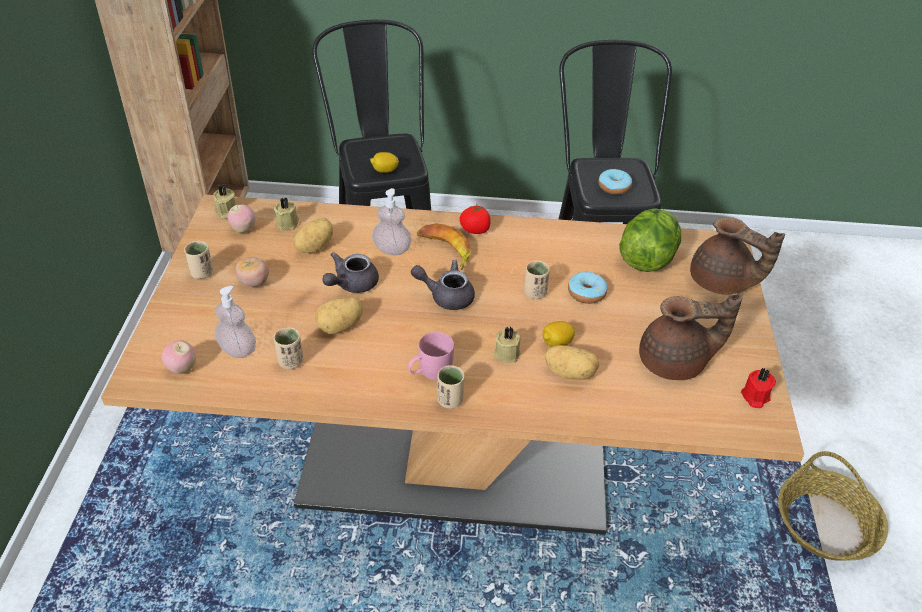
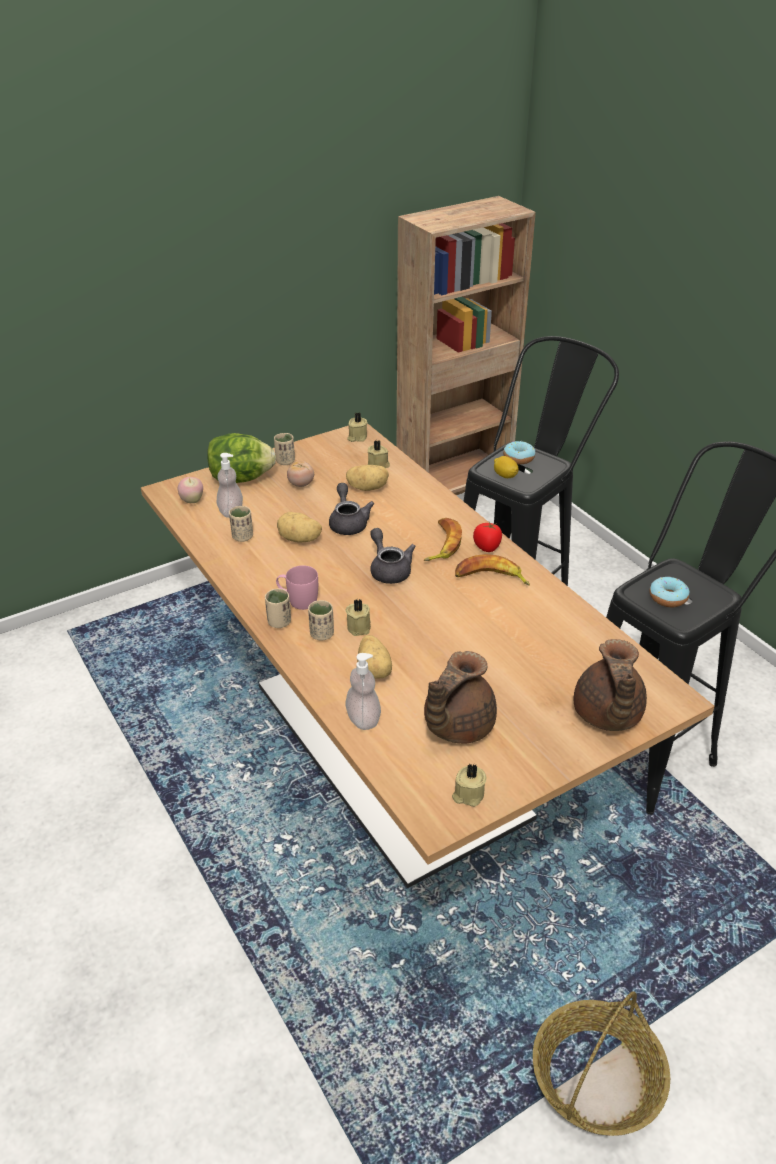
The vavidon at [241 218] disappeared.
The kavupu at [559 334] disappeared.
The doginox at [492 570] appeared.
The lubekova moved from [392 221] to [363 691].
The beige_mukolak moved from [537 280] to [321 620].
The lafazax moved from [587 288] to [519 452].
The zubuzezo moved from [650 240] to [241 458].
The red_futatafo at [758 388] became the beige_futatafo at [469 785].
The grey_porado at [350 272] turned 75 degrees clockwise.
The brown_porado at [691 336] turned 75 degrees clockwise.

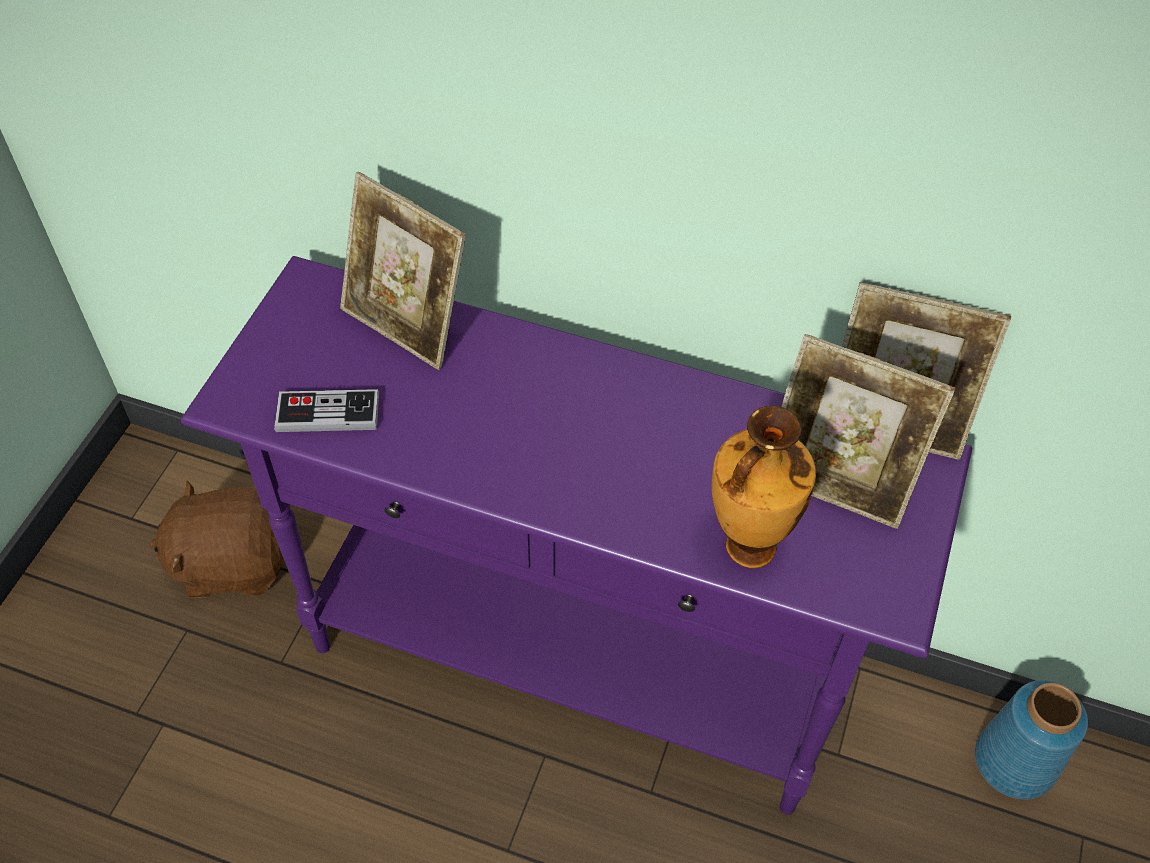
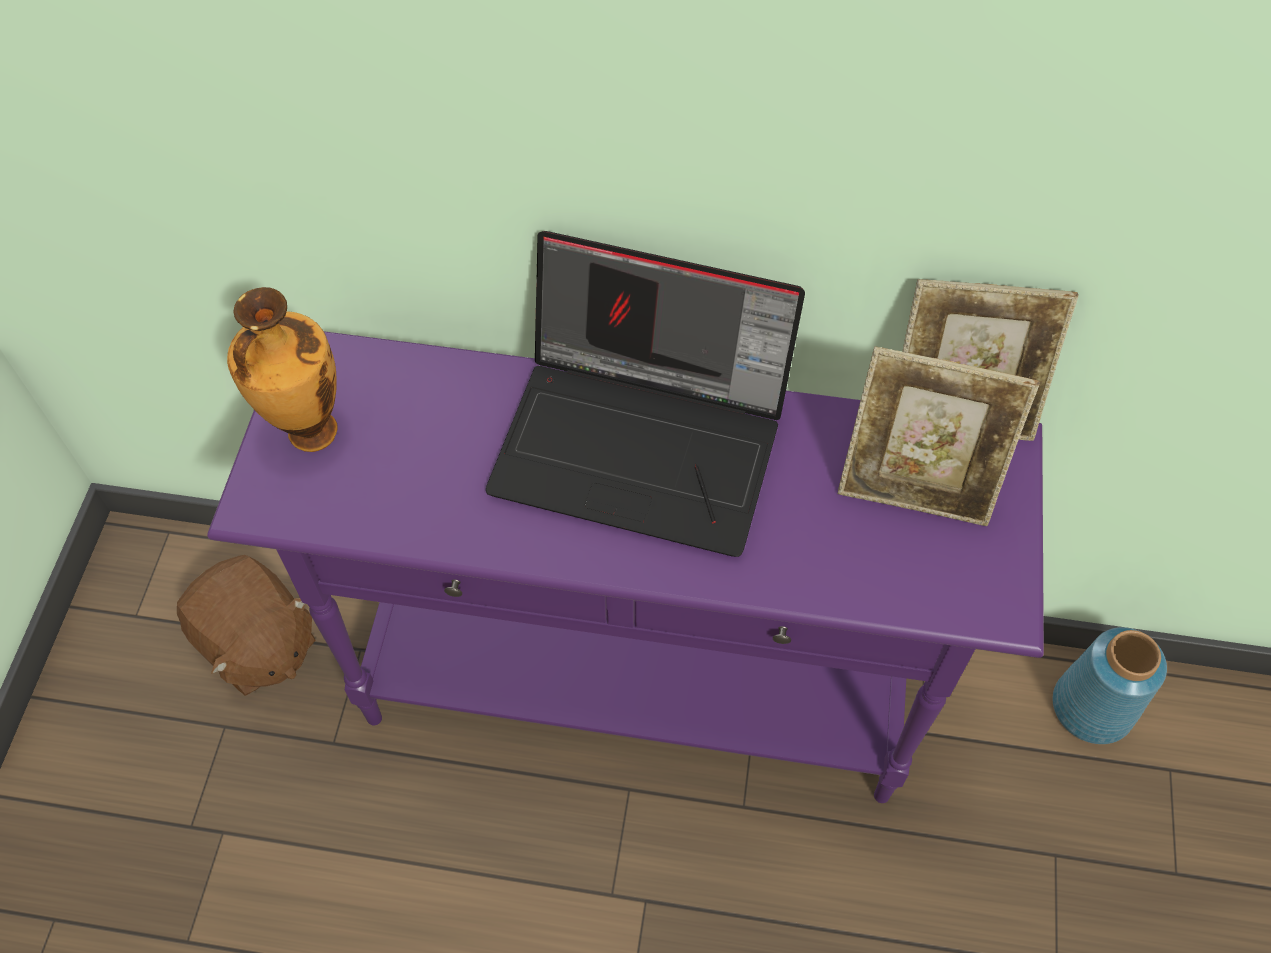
The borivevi at [326 410] disappeared.
The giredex at [403 271] disappeared.
The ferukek at [645 394] appeared.
The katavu moved from [764 487] to [282 369].
The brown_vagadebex at [217 539] turned 120 degrees counterclockwise.

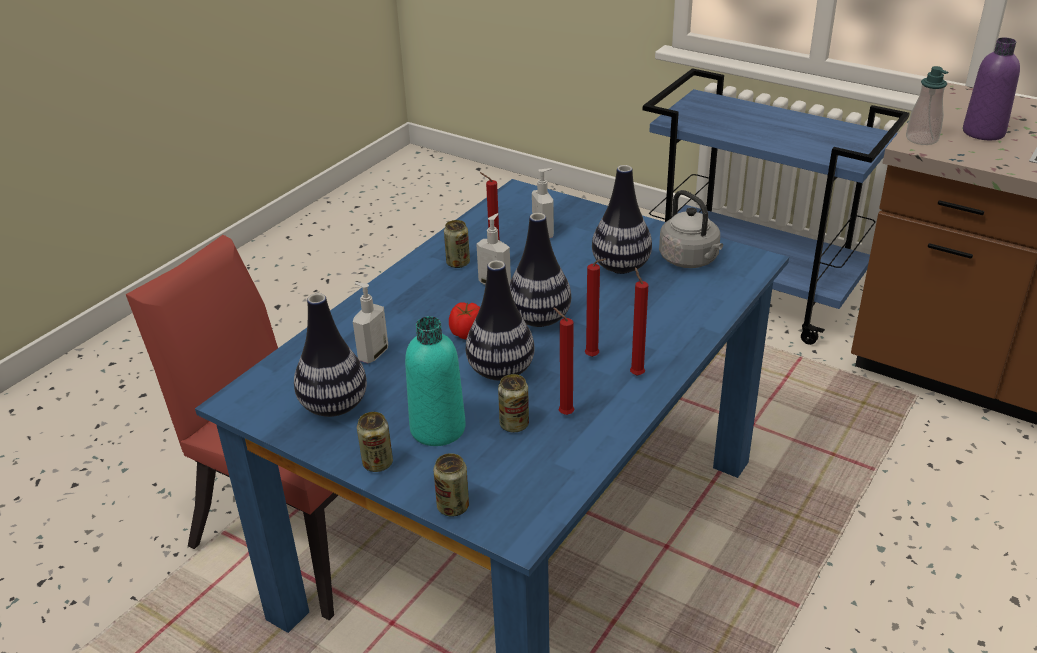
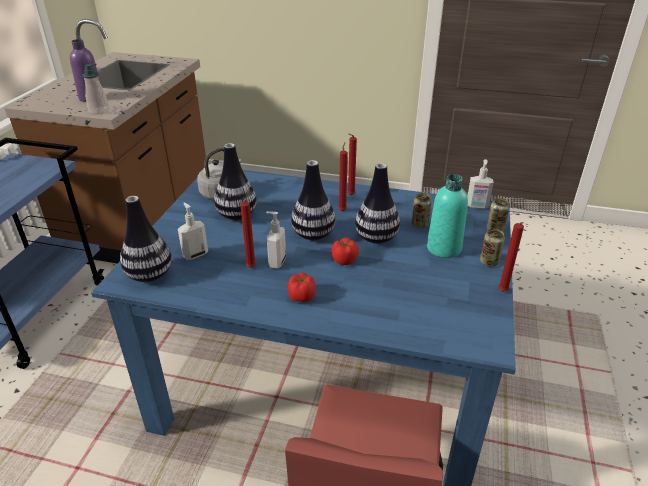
The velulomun at [457 244] disappeared.
The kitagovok at [302 287] appeared.
The katavu moved from [330 355] to [146 239].
The lubekova moved from [370 322] to [480 184].
The red_futatafo moved from [563 361] to [511 257].

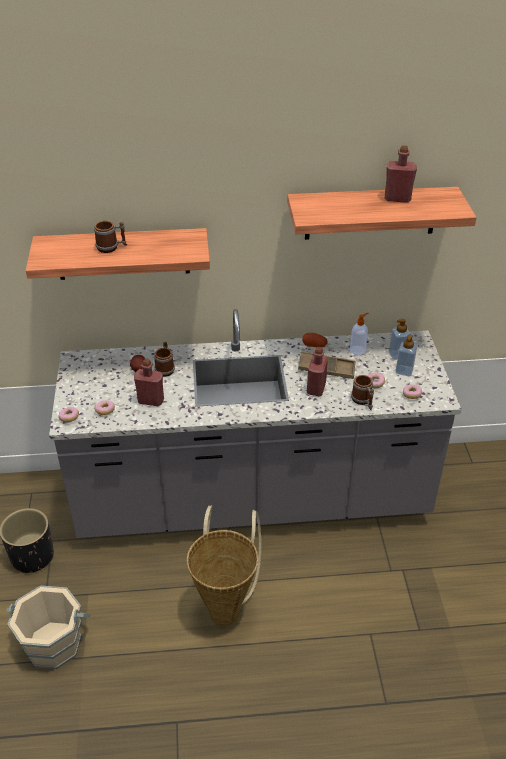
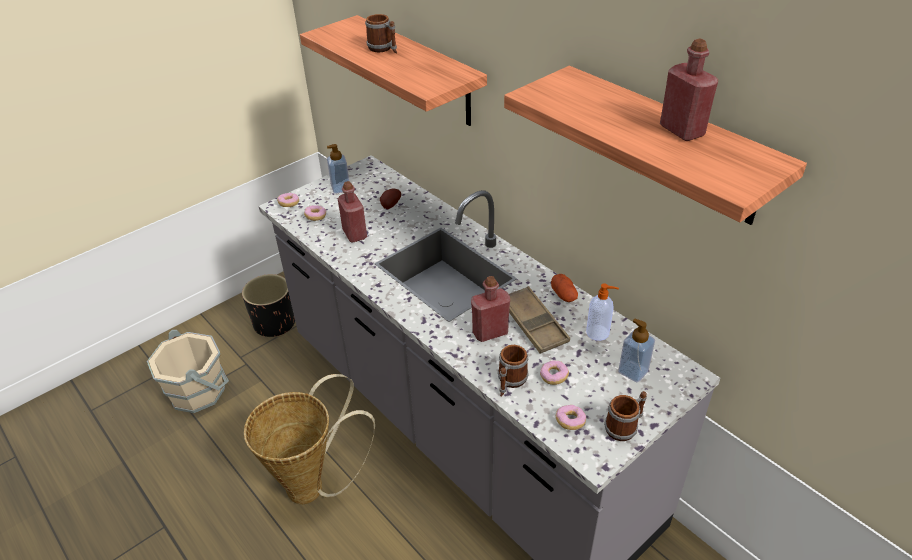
The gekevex moved from [164 359] to [625 416].
The lubekova moved from [406 355] to [338 169].

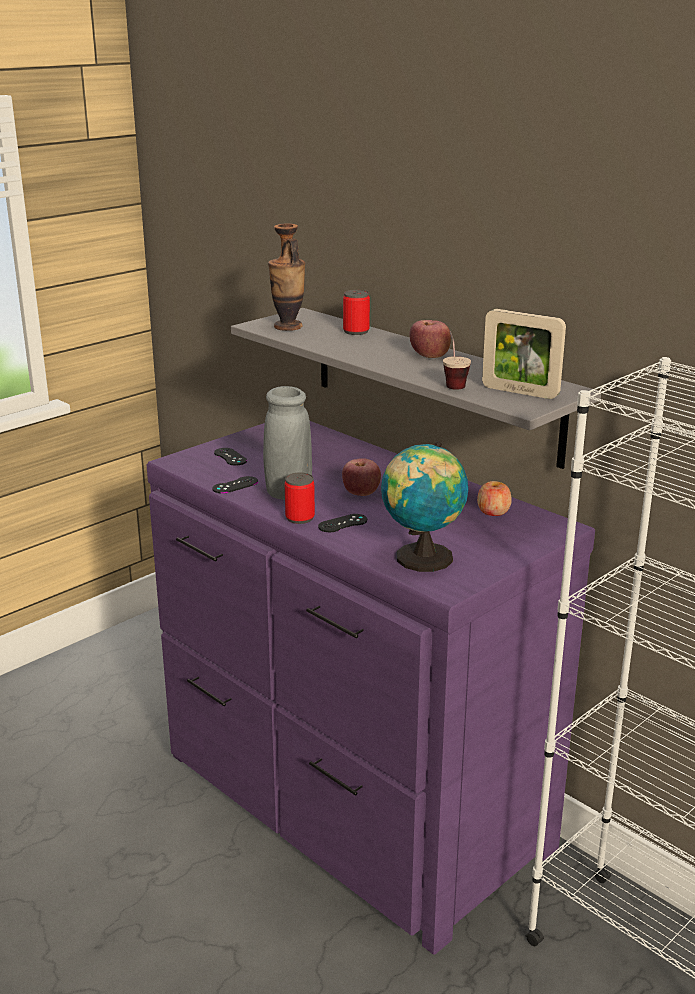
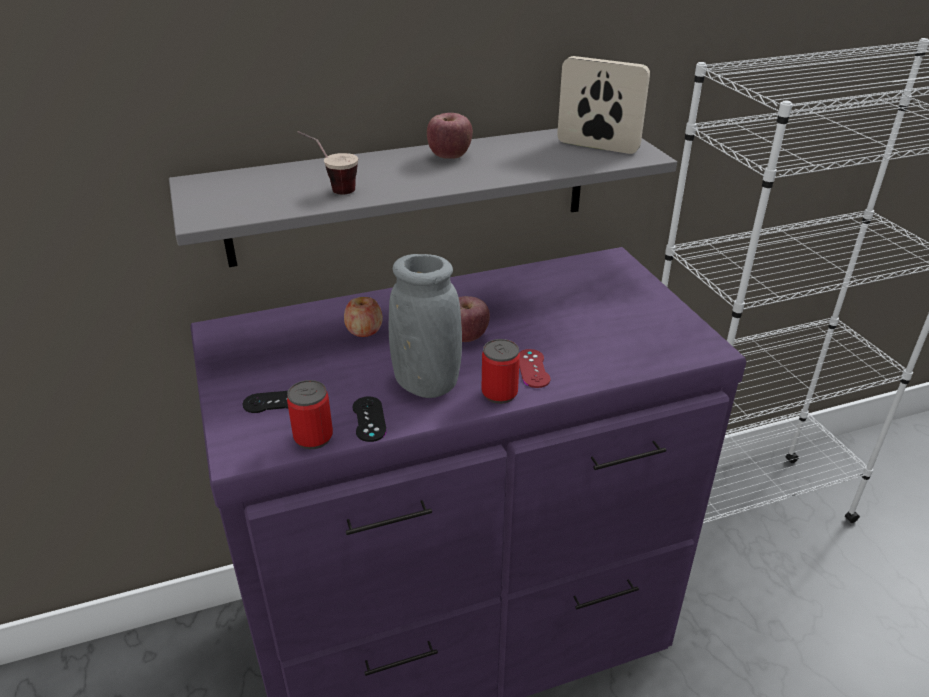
The katavu at [286 277] disappeared.
The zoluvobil at [424 506] disappeared.
The velulomun moved from [356 312] to [310 414].
The mukolak moved from [457 360] to [327 162].
The vavidon moved from [494 498] to [363 317].
The black_borivevi at [342 523] became the red_borivevi at [534 368].
The giredex at [524 354] turned 120 degrees counterclockwise.

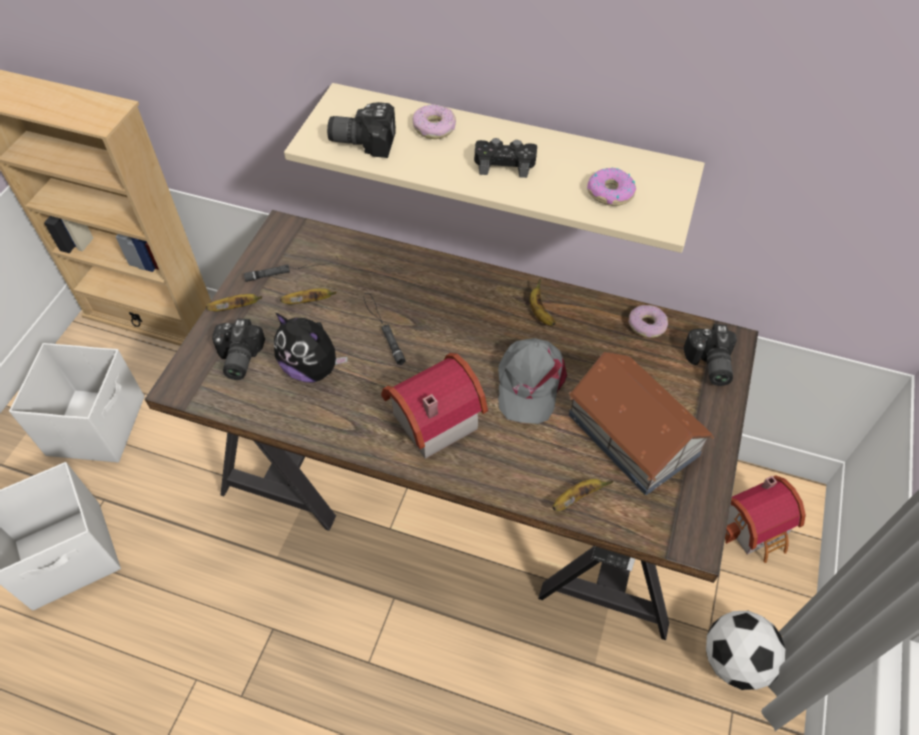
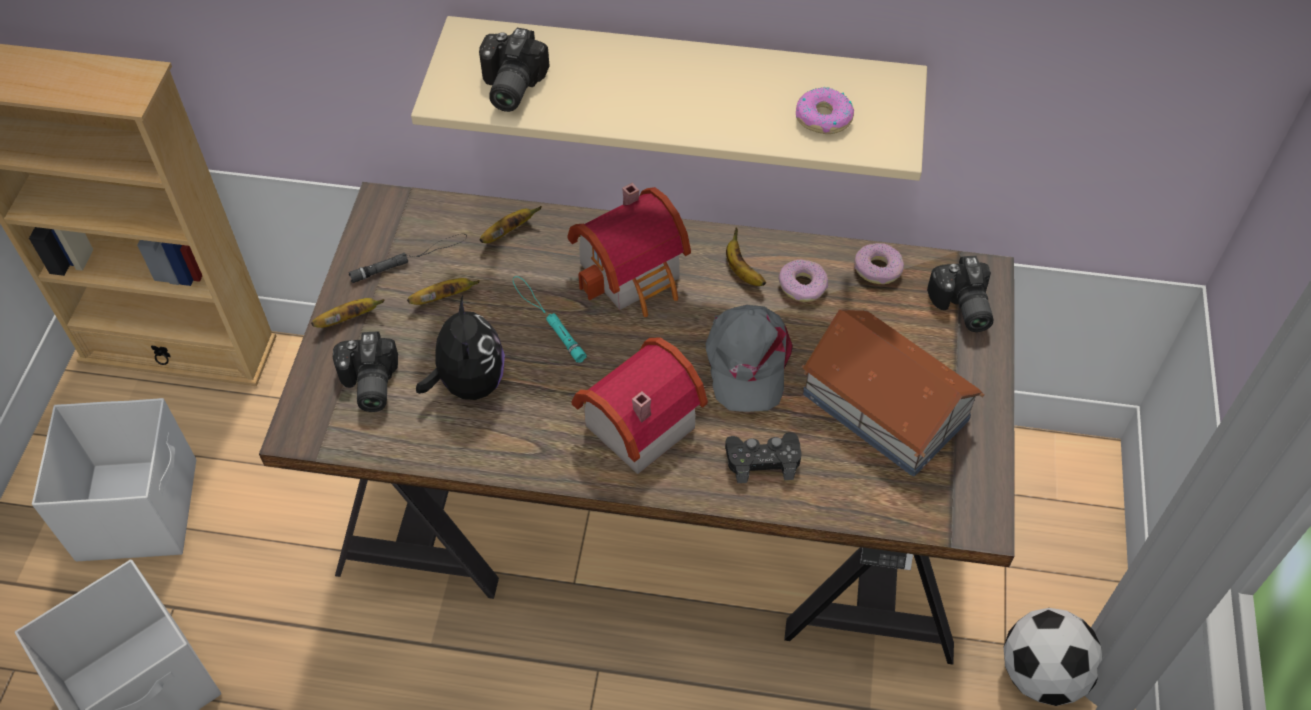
The lafazax moved from [434 121] to [803 281].
The black_borivevi moved from [505 158] to [763 457].
The doginox moved from [583 495] to [511 224].
The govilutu moved from [765 519] to [629 250].
The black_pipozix at [385 329] became the turquoise_pipozix at [550 319].
The vagadebex at [311 347] turned 120 degrees counterclockwise.
The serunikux at [361 130] turned 75 degrees counterclockwise.

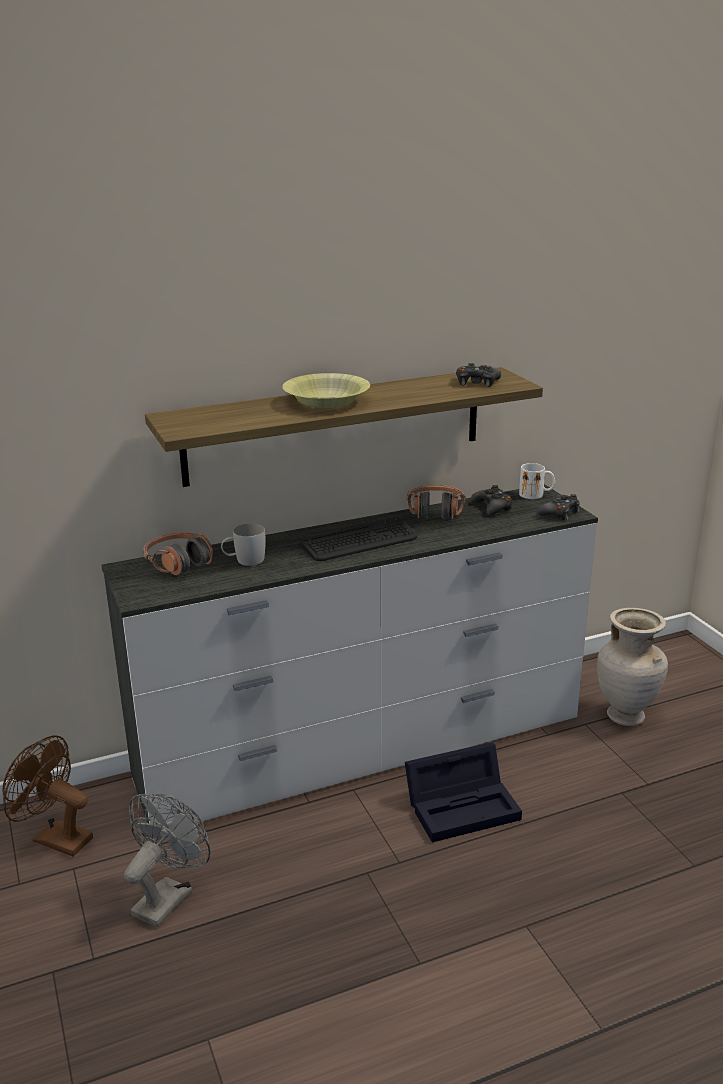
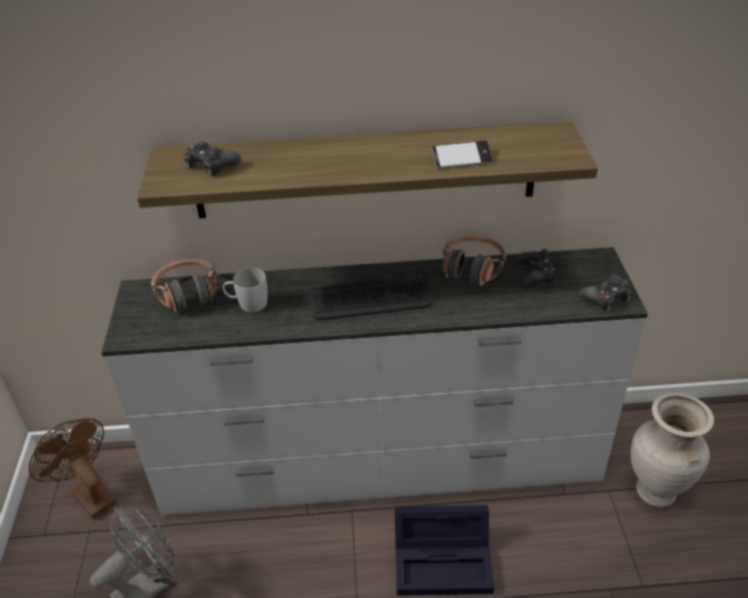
The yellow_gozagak at [326 390] disappeared.
The white_gekevex at [537 481] disappeared.
The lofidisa at [462 155] appeared.
The black_borivevi moved from [478 375] to [212 158].

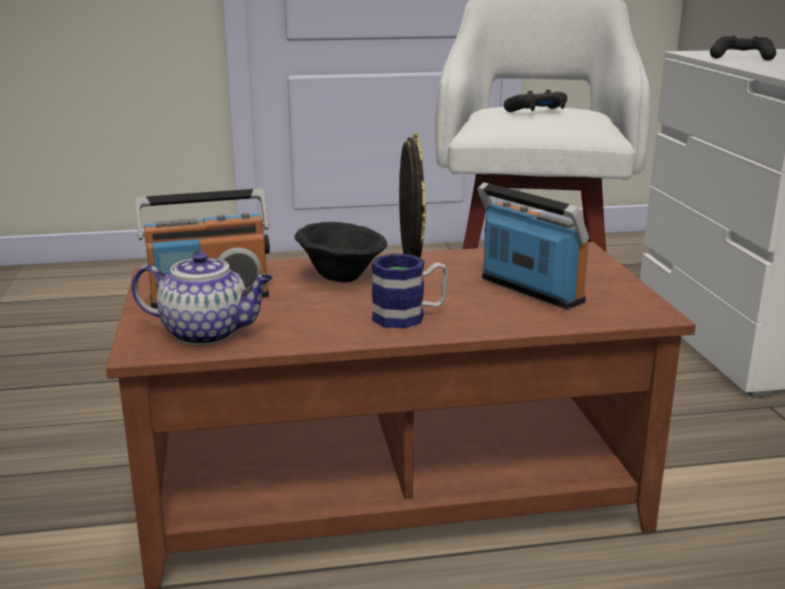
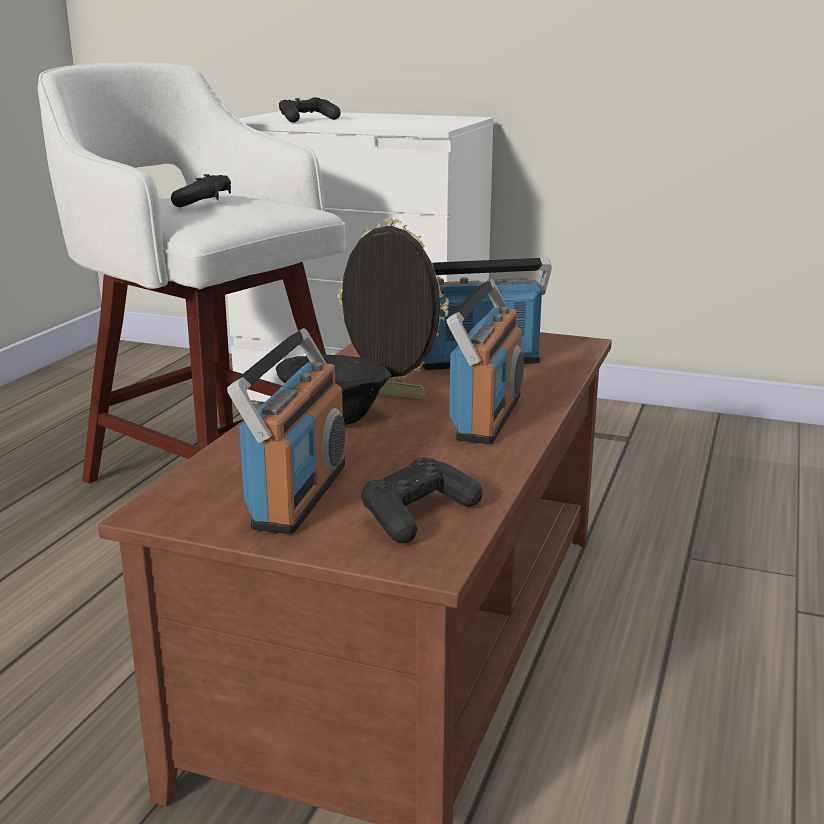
The porado at [202 298] was replaced by the black_borivevi at [422 500].
The gekevex at [410 291] was replaced by the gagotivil at [485 361].

